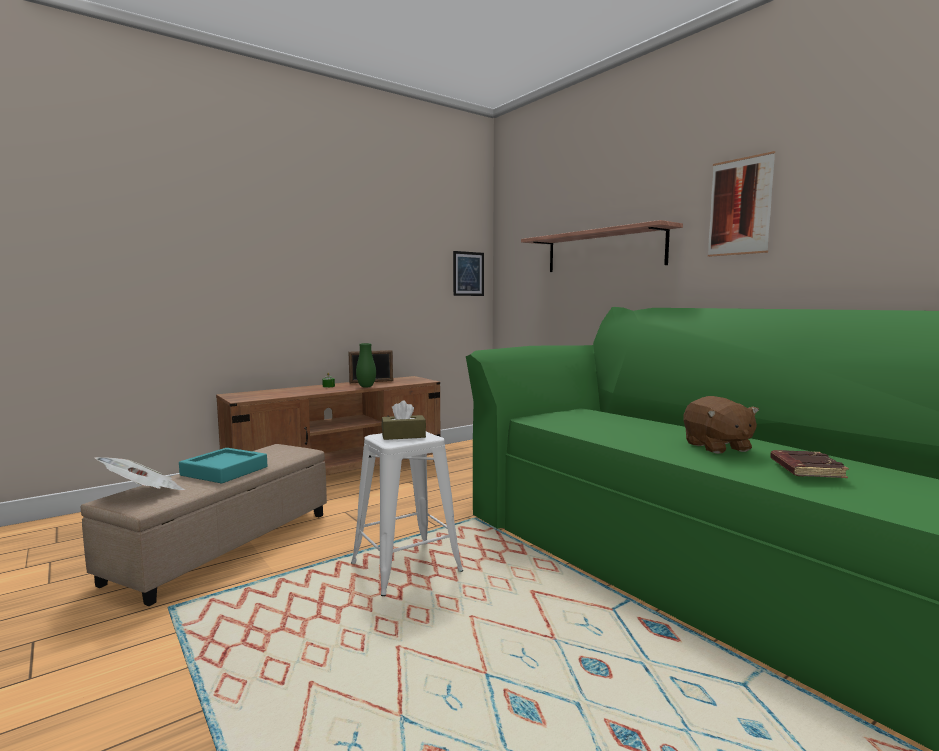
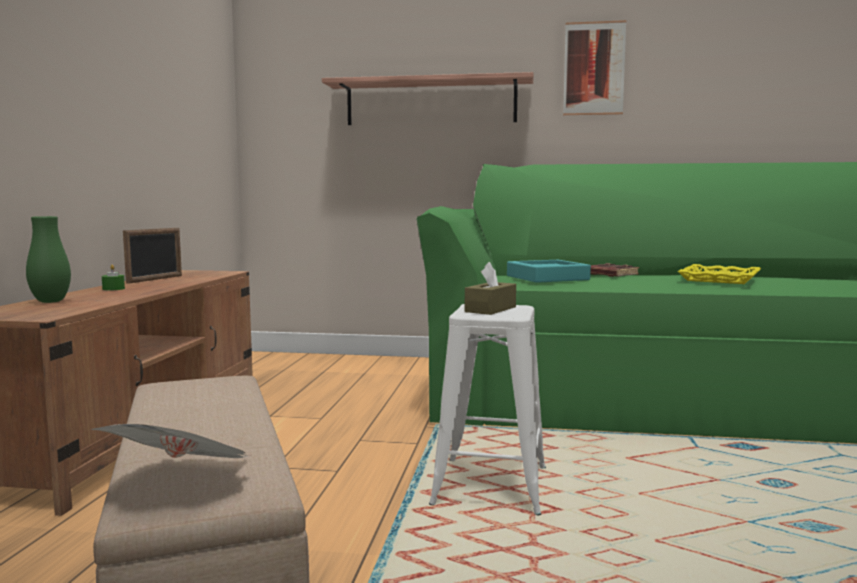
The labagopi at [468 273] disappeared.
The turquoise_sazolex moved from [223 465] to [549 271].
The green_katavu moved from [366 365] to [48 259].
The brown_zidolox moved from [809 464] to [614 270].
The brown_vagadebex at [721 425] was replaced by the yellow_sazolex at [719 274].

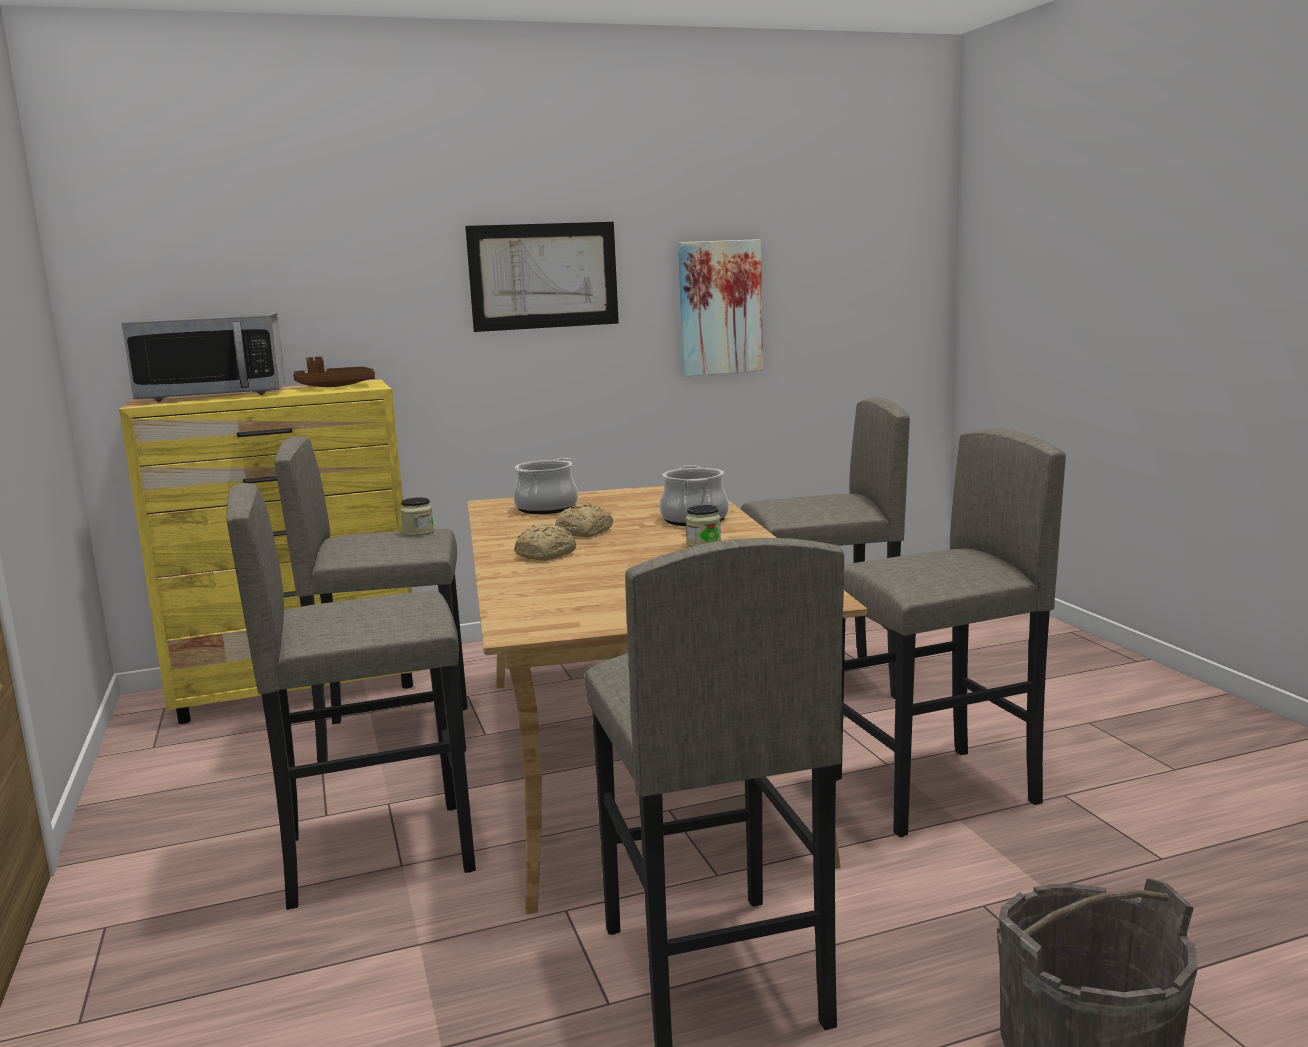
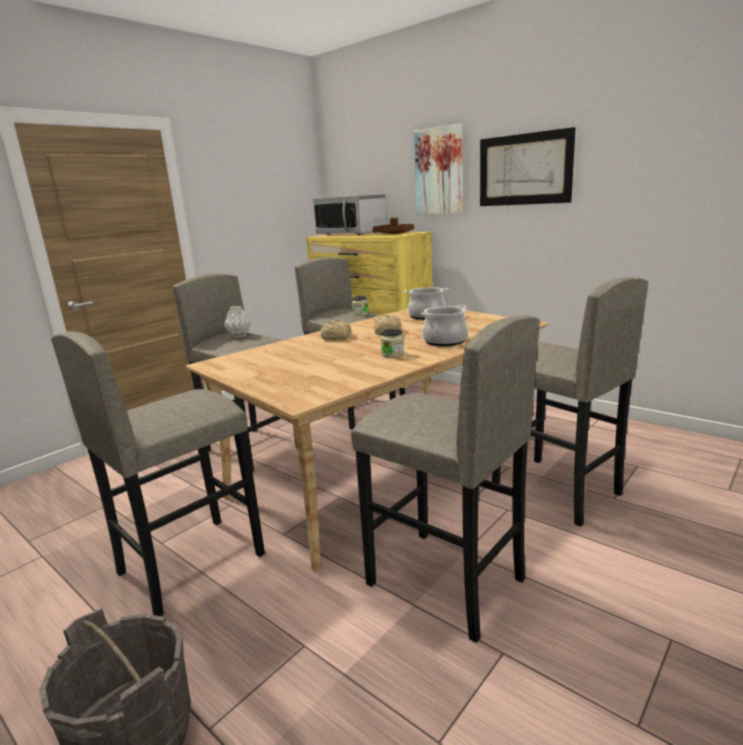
The grey_katavu at [237 322] appeared.
The labagopi moved from [720 308] to [438 169].

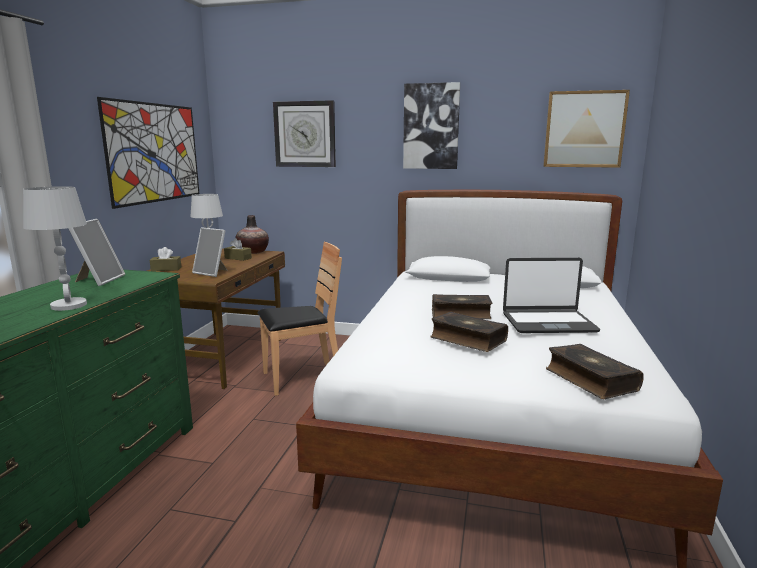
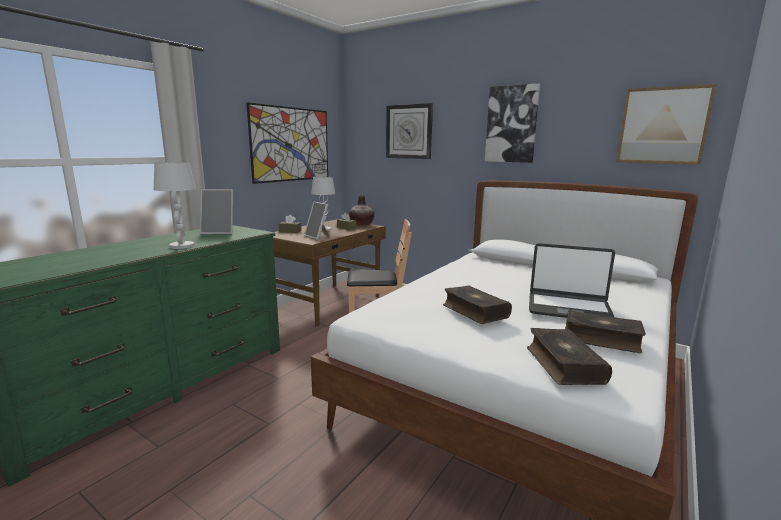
The zidolox moved from [462 306] to [605 331].
The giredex at [96 252] turned 60 degrees clockwise.

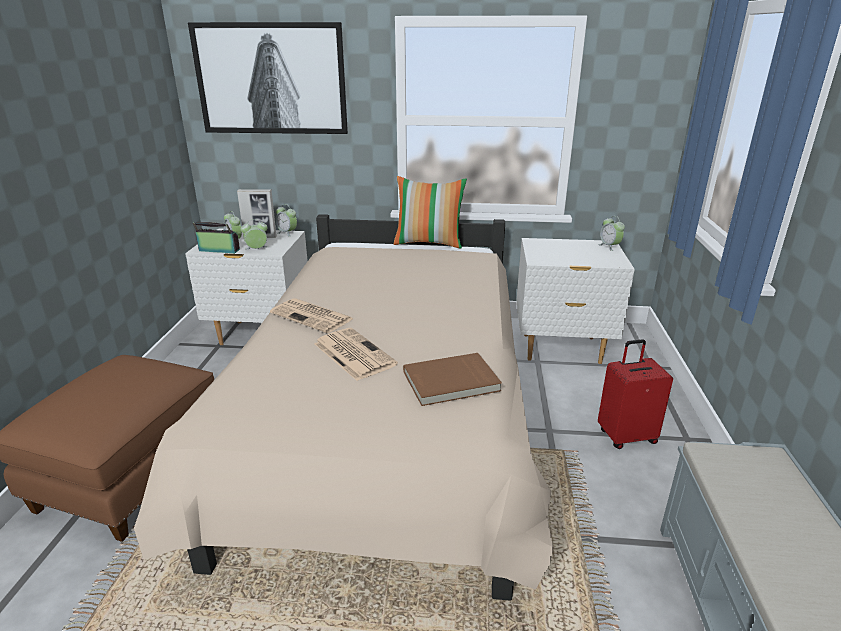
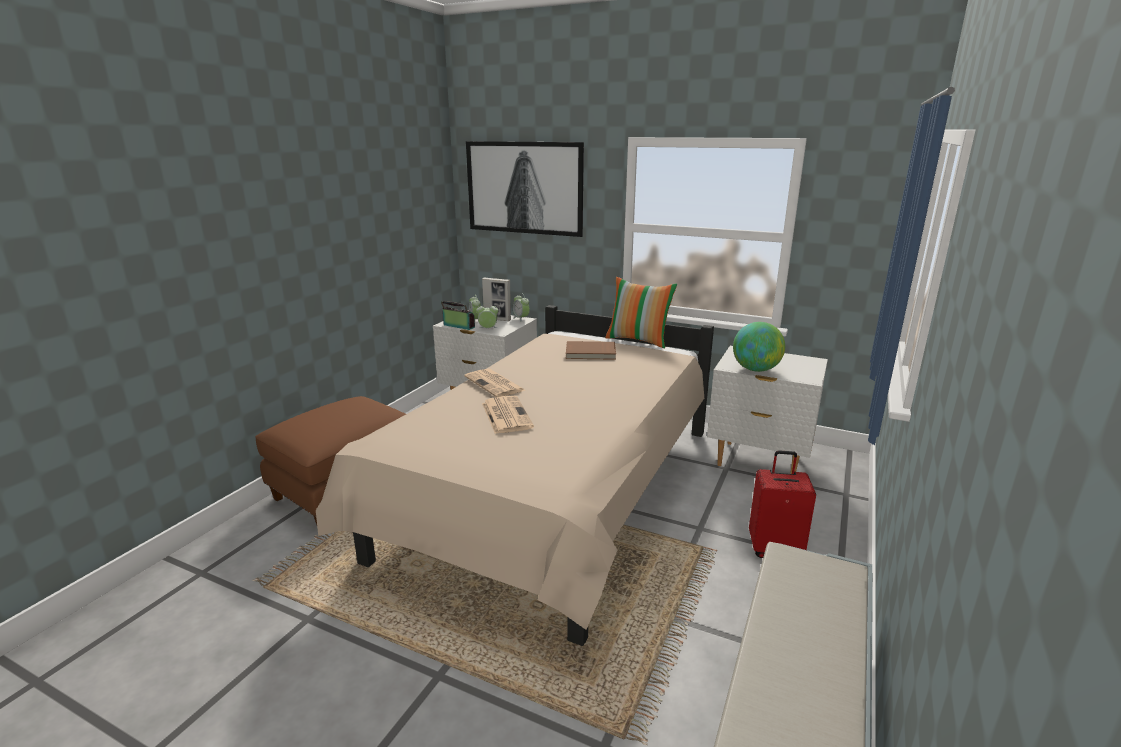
The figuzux at [611 233] disappeared.
The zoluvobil at [759 347] appeared.
The brown_zidolox moved from [452 379] to [591 350].

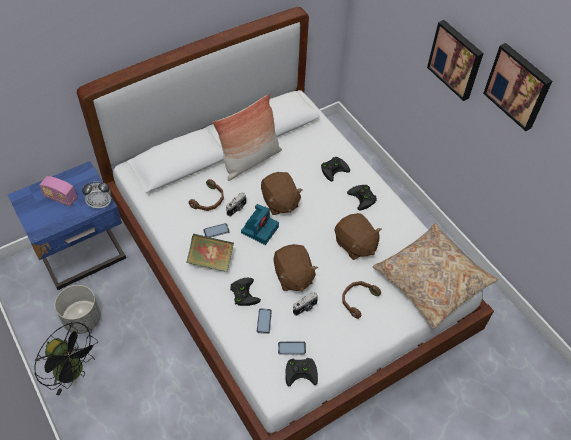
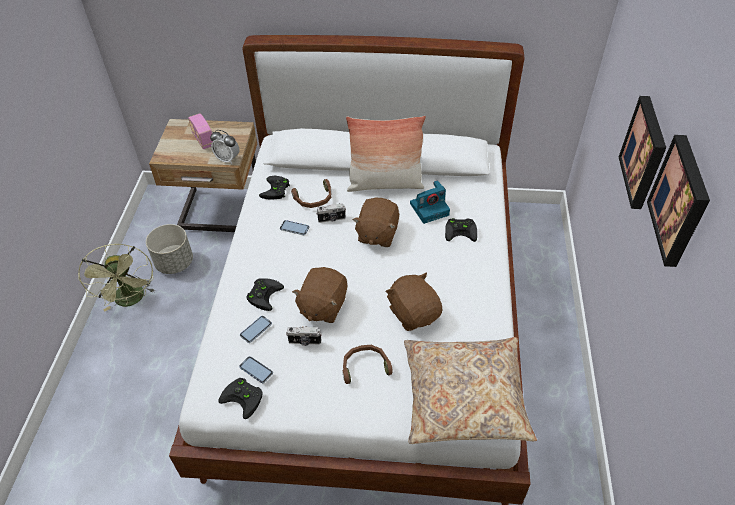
The zidolox at [210 253] disappeared.
The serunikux moved from [260 224] to [430 202].
The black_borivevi moved from [362 197] to [274 187].
The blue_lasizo at [67 225] became the beige_lasizo at [203 175].
The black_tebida at [66 359] became the green_tebida at [116 278].
The brown_vagadebex at [358 236] turned 150 degrees clockwise.

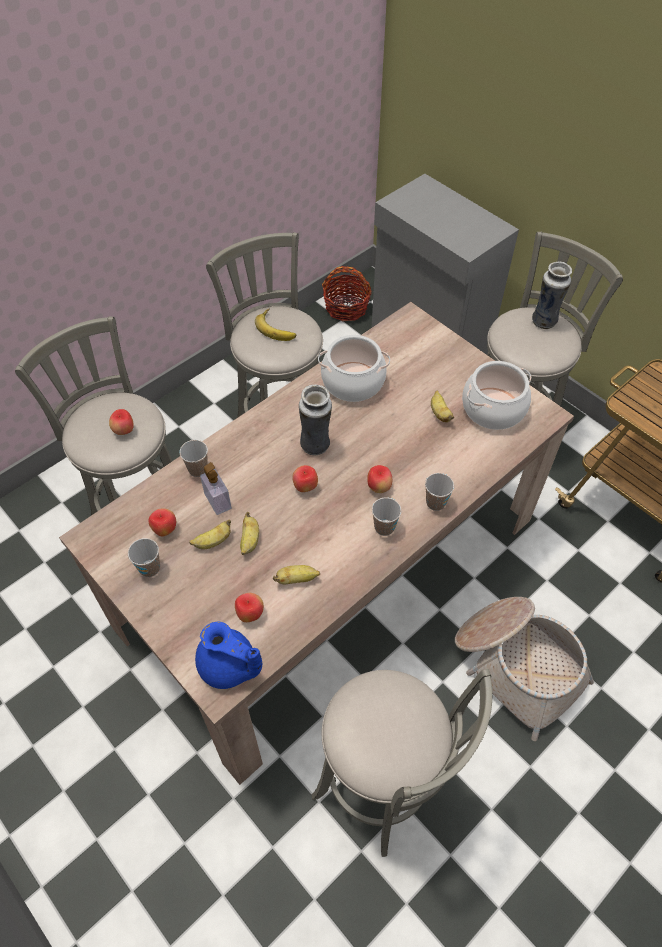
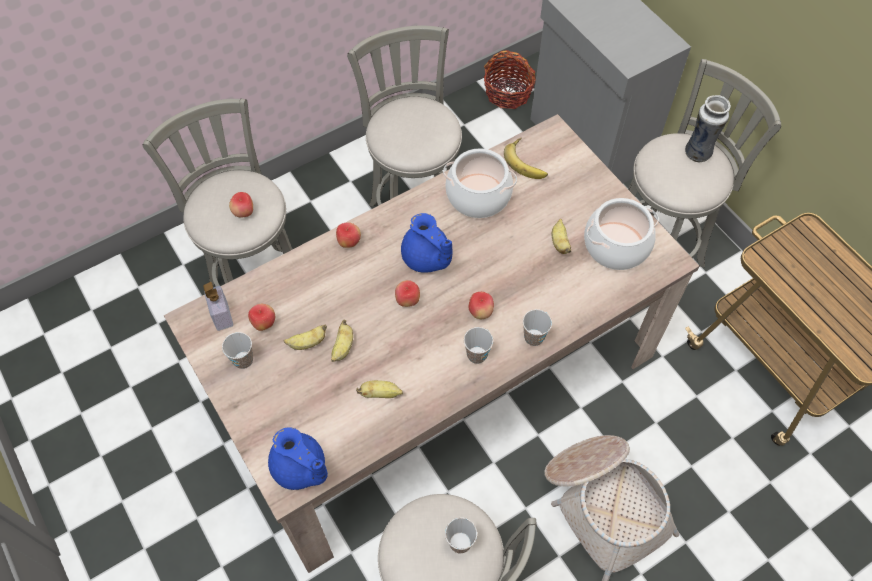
The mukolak moved from [194 458] to [461 535].
The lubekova moved from [215 488] to [218 306].
The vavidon moved from [249 607] to [348 235].
The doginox moved from [276 324] to [526 158].
The katavu at [315 420] was replaced by the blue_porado at [427 243].

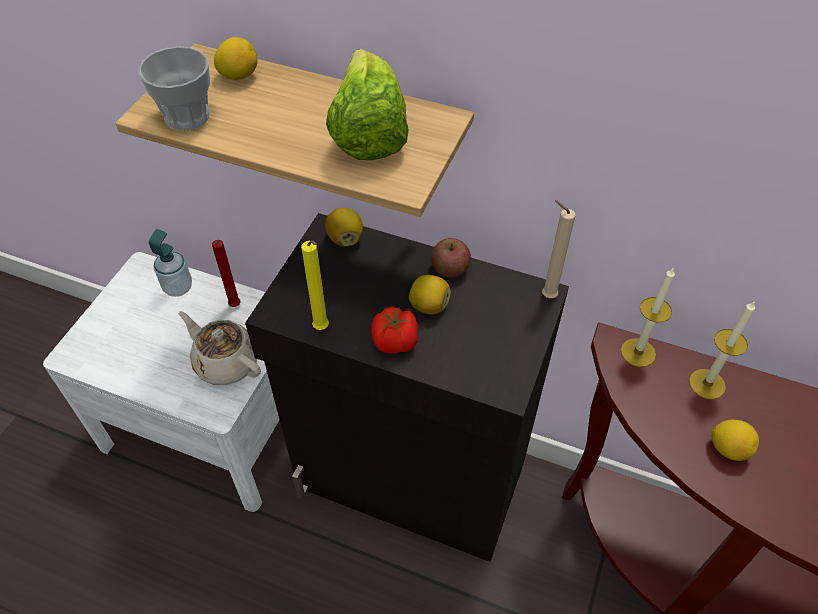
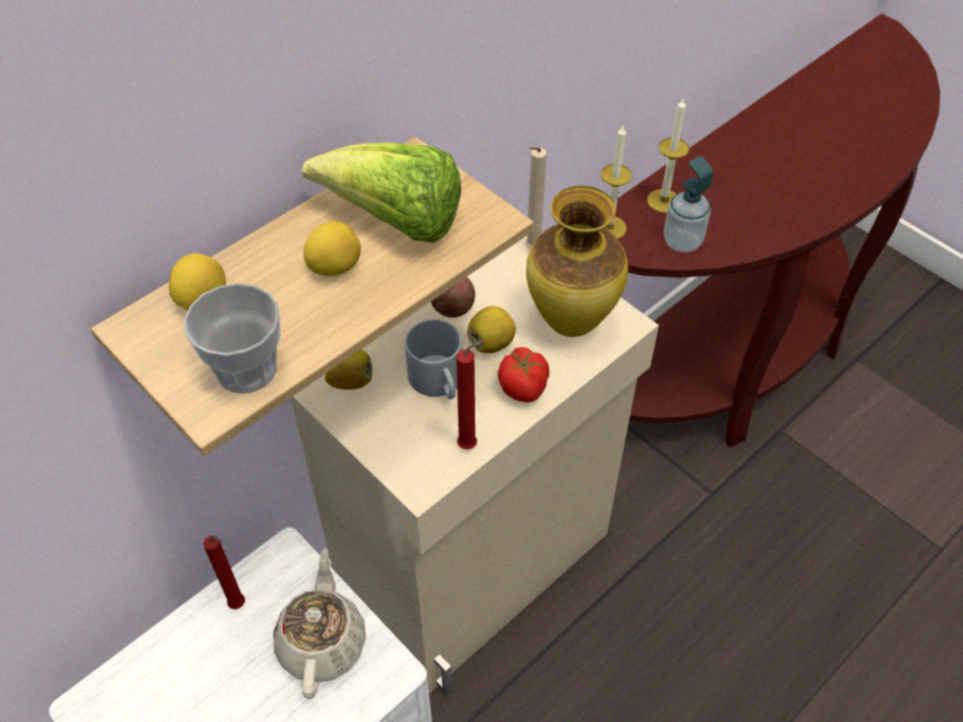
The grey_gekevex at [434 359] appeared.
The katavu at [577 261] appeared.
The lubekova moved from [170 263] to [688 204].
The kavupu moved from [735 440] to [332 248].
The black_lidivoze at [407 387] became the beige_lidivoze at [475 465].
The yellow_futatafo at [315 285] became the red_futatafo at [470 395].
The beige_porado at [219 348] turned 120 degrees clockwise.

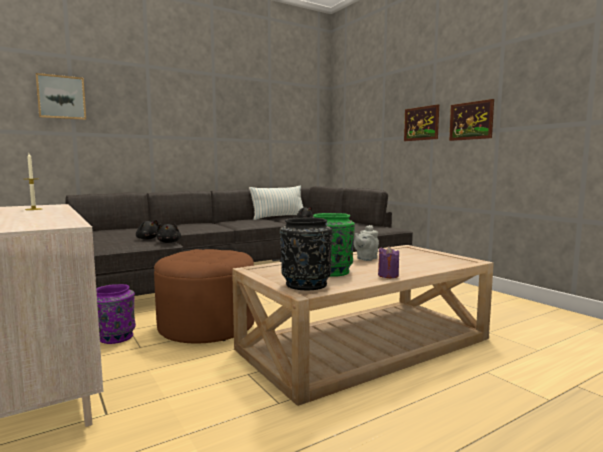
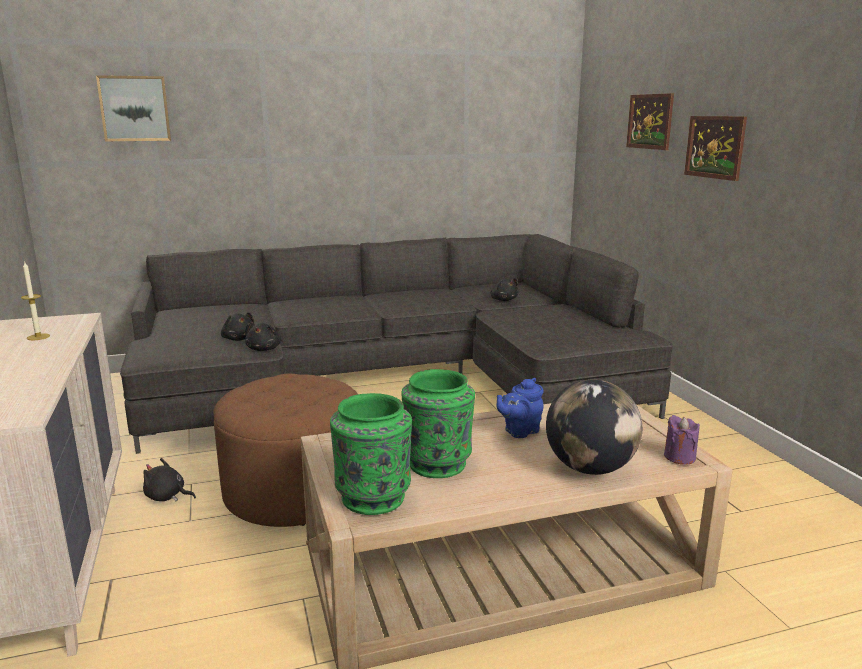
The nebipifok at [276 203] disappeared.
The zoluvobil at [594 427] appeared.
The purple_futatafo moved from [388 262] to [682 439].
The labagopi moved from [471 120] to [650 121].
The purple_katavu at [116 314] was replaced by the black_vagadebex at [169 479].
The black_katavu at [306 254] became the green_katavu at [371 454].
The grey_porado at [366 243] became the blue_porado at [520 408].

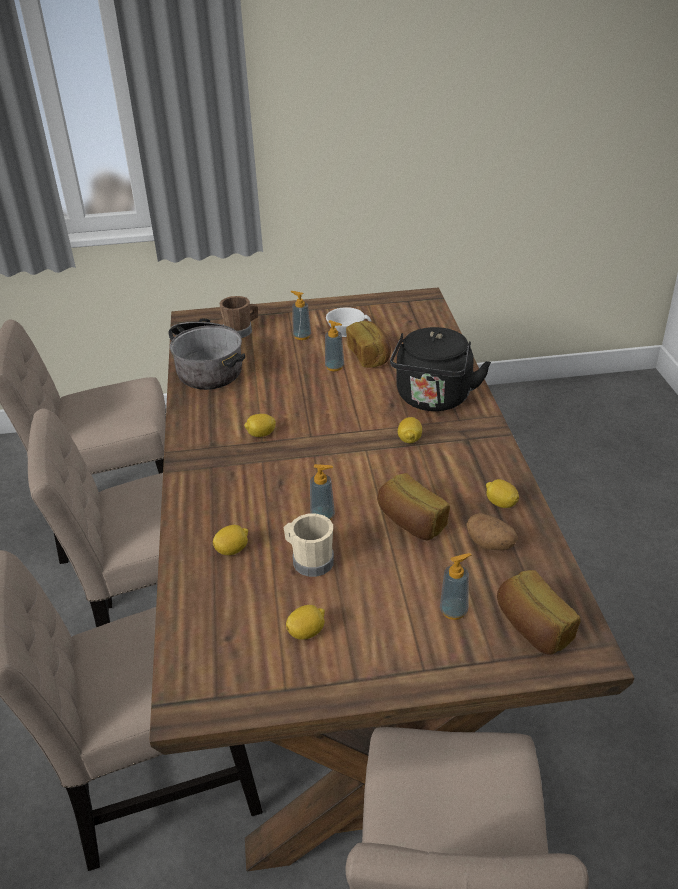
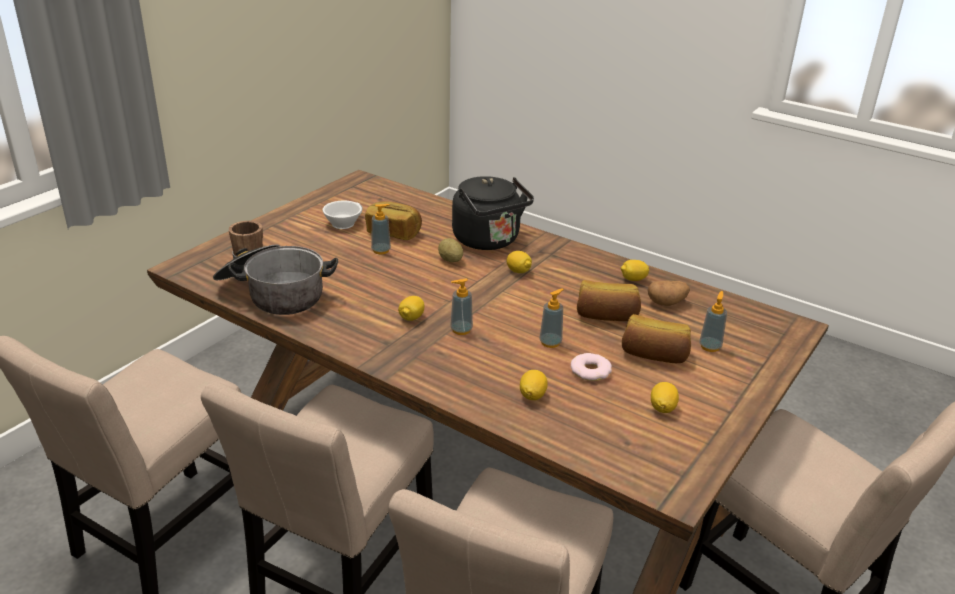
The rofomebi at [450 250] appeared.
The lubekova moved from [301 315] to [461 306].
The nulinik moved from [539 612] to [656 338].
The beige_gekevex at [309 545] was replaced by the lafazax at [591 367].

